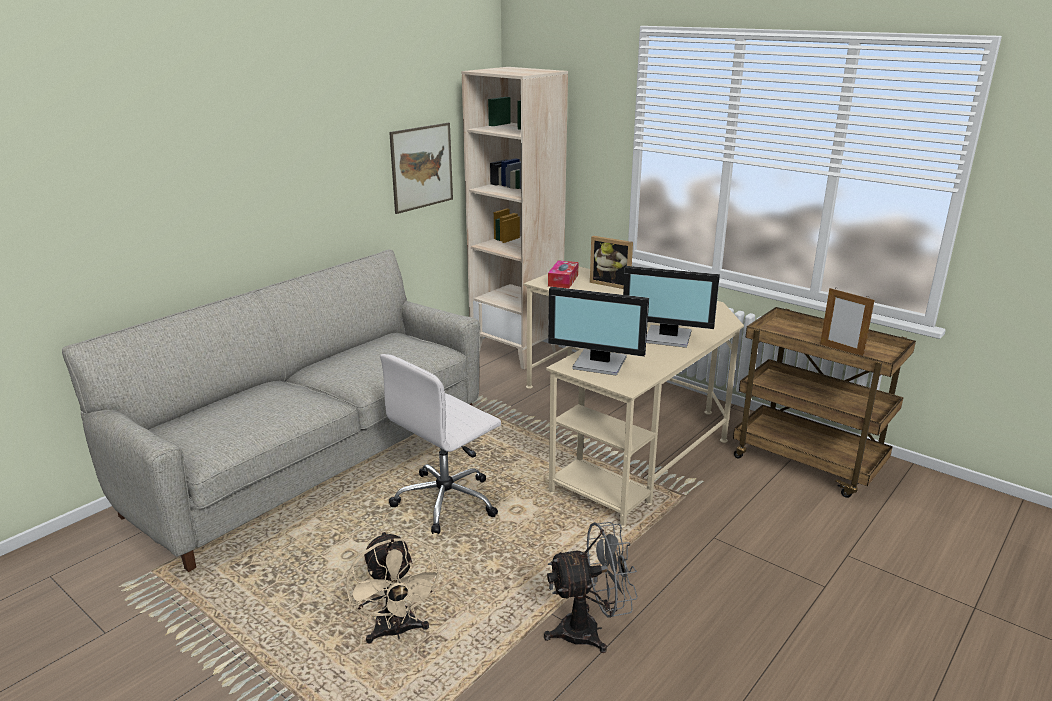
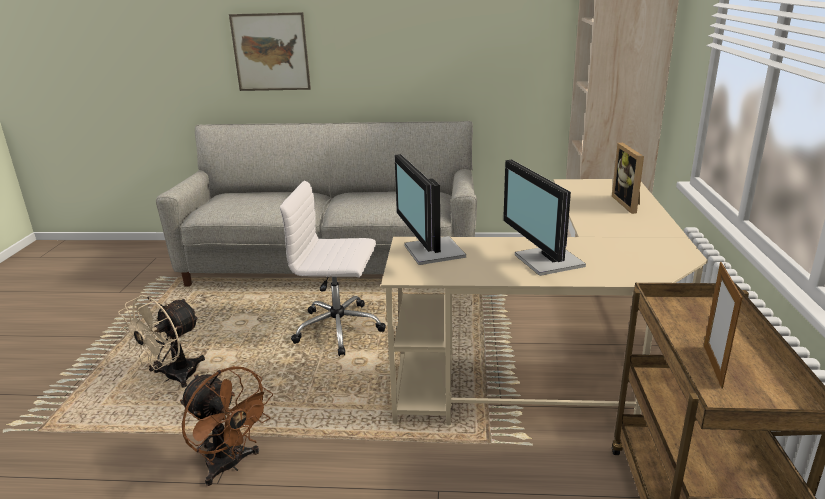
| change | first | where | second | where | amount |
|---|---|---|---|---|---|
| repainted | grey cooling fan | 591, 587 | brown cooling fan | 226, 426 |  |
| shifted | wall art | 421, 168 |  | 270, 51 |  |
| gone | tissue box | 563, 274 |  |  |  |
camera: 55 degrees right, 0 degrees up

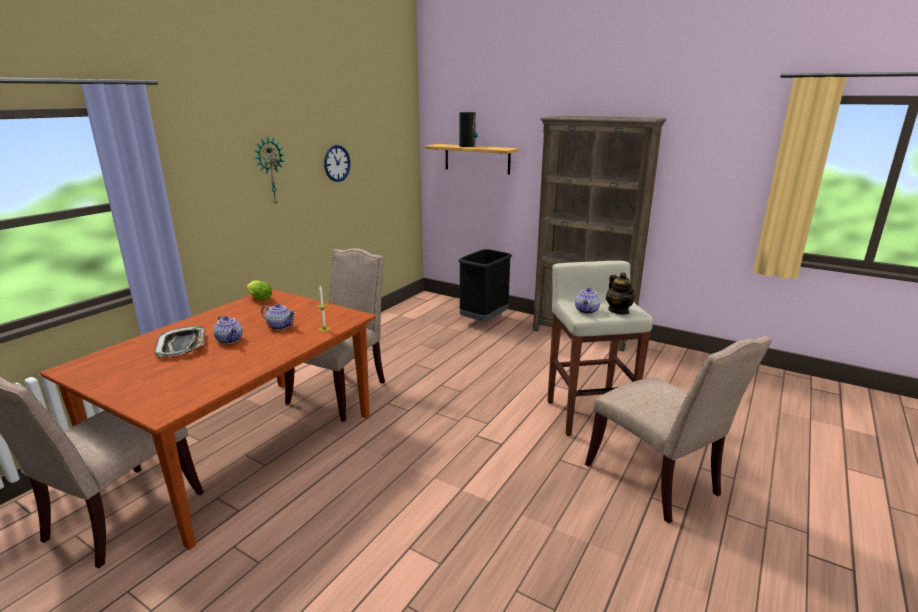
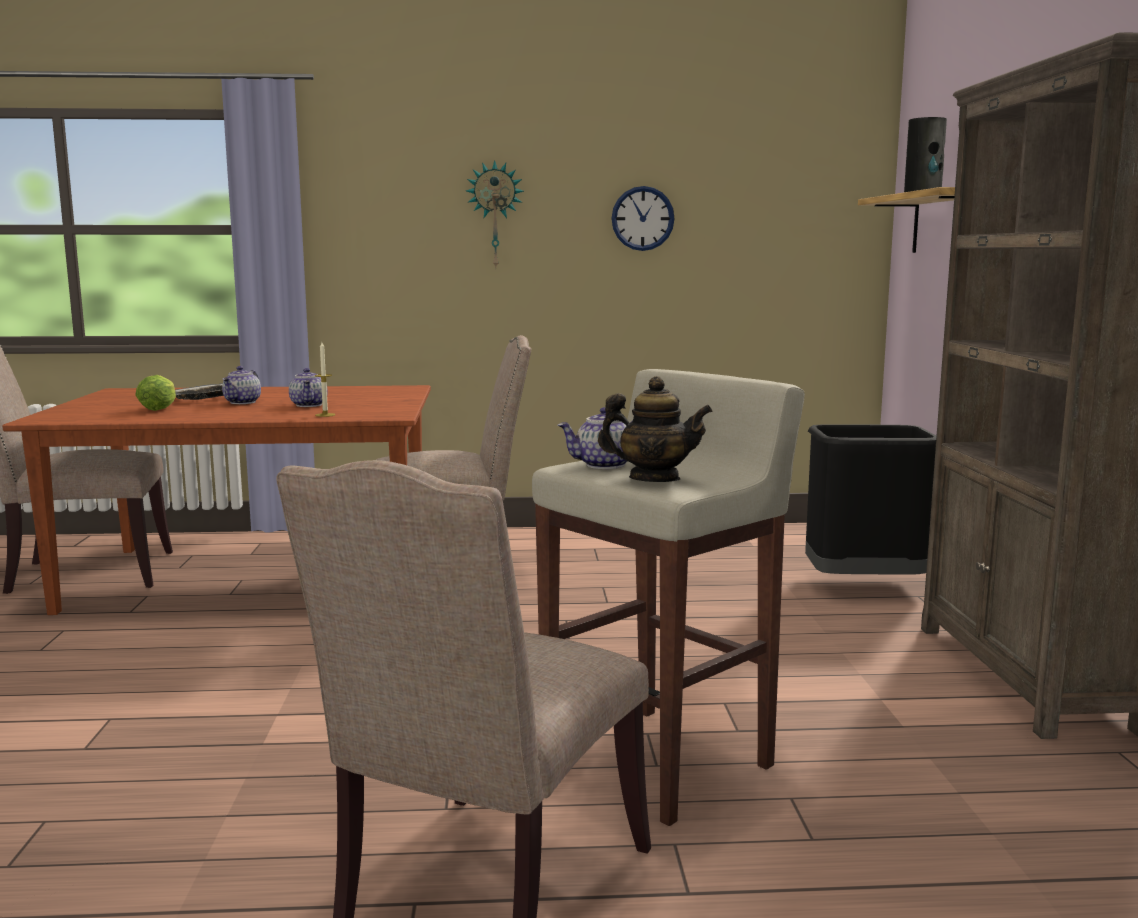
| change | first | where | second | where | amount |
|---|---|---|---|---|---|
| shifted | lettuce head | 259, 290 |  | 155, 393 |  |
| rotated | pot for tea | 620, 293 |  | 655, 429 | 120 degrees counterclockwise |
camera: 55 degrees right, 10 degrees down

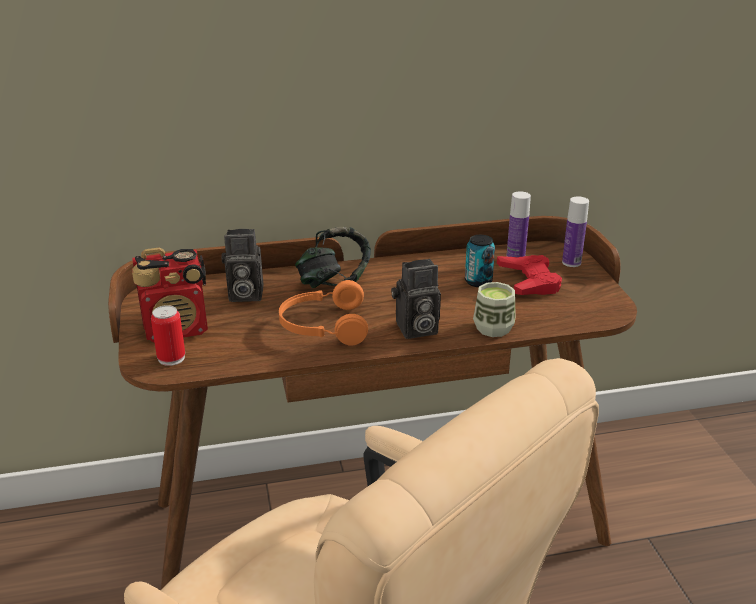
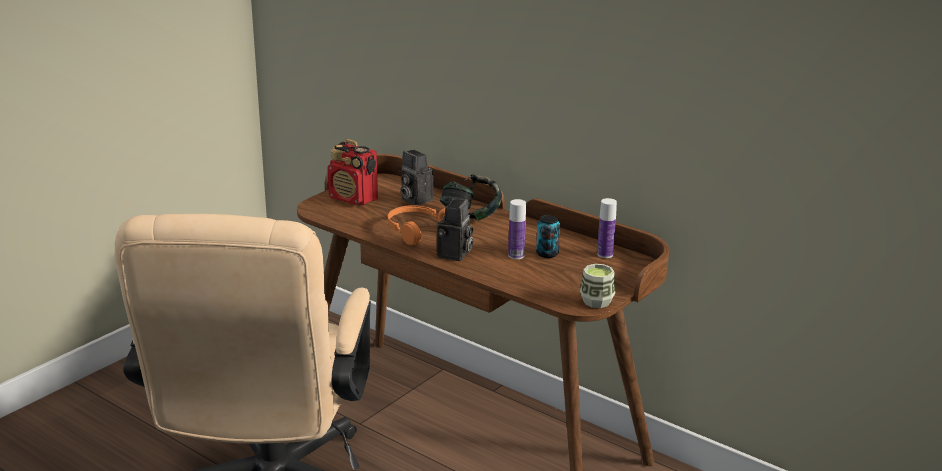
| change | first | where | second | where | amount |
|---|---|---|---|---|---|
| rotated | photo camera | 416, 299 |  | 455, 230 | 105 degrees counterclockwise |
| shifted | drink bottle | 575, 231 |  | 517, 229 |  |
| shifted | cup | 494, 309 |  | 597, 286 |  |
| gone | sealed can | 168, 335 |  |  |  |
| gone | red gamepad | 529, 275 |  |  |  |
camera: 50 degrees right, 5 degrees down

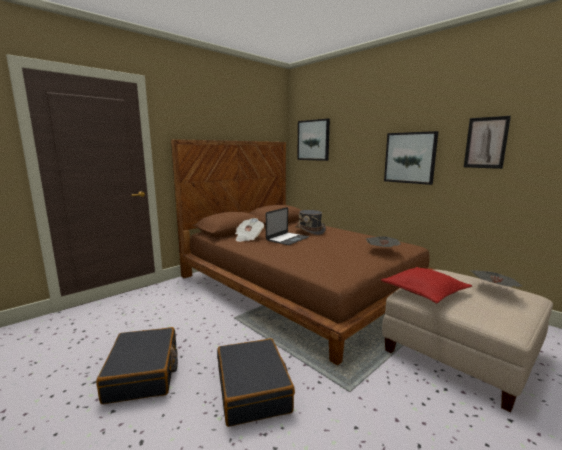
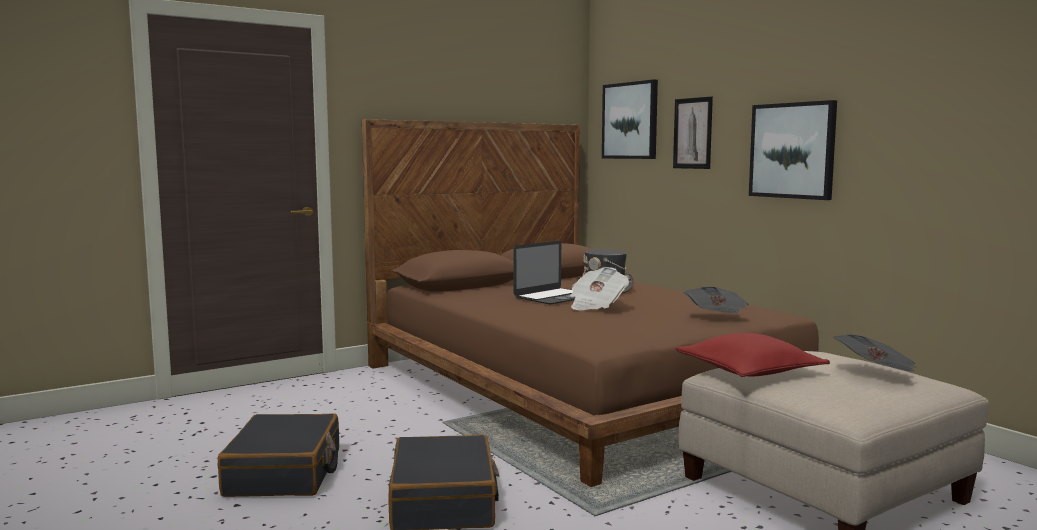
| change | first | where | second | where | amount |
|---|---|---|---|---|---|
| shifted | printed paper | 249, 230 |  | 599, 288 |  |
| shifted | wall art | 487, 142 |  | 693, 132 |  |
camera: 10 degrees right, 5 degrees down

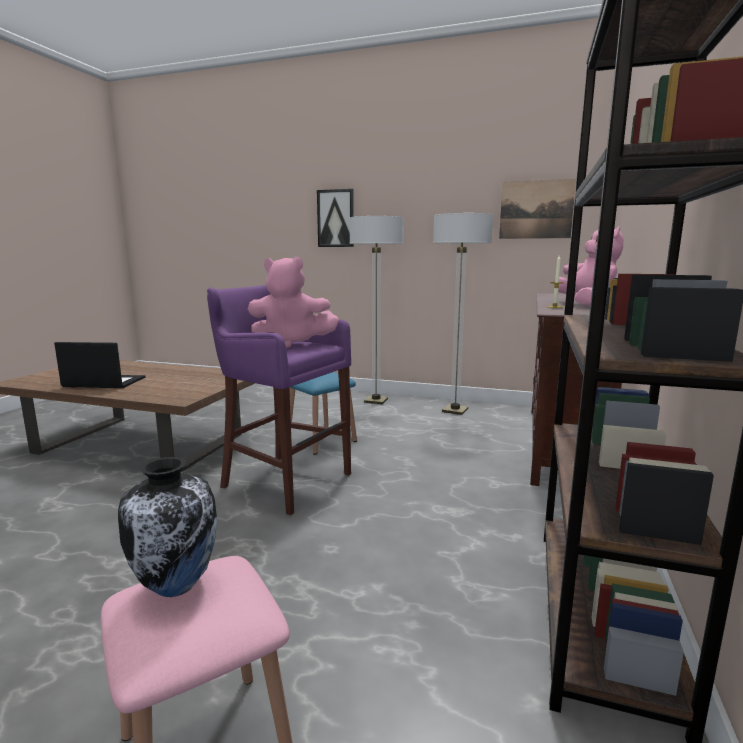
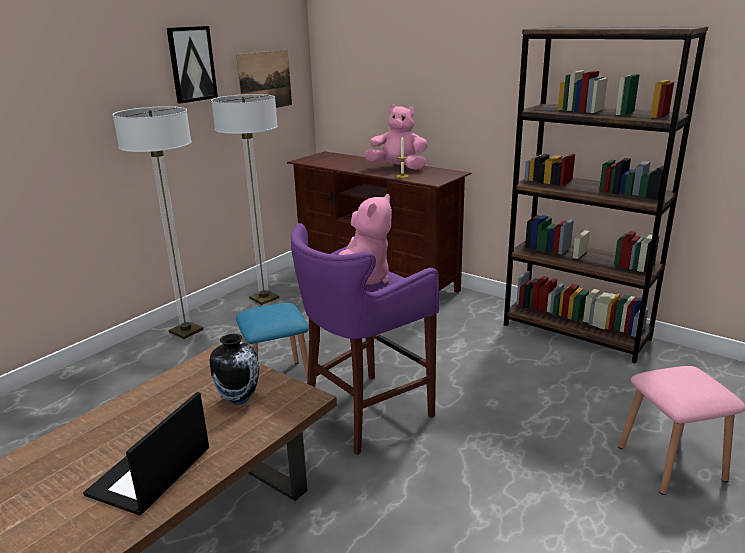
| change | first | where | second | where | amount |
|---|---|---|---|---|---|
| shifted | wall art | 335, 218 |  | 192, 65 |  |
| shifted | vase | 167, 527 |  | 234, 369 |  |
camera: 70 degrees left, 10 degrees up

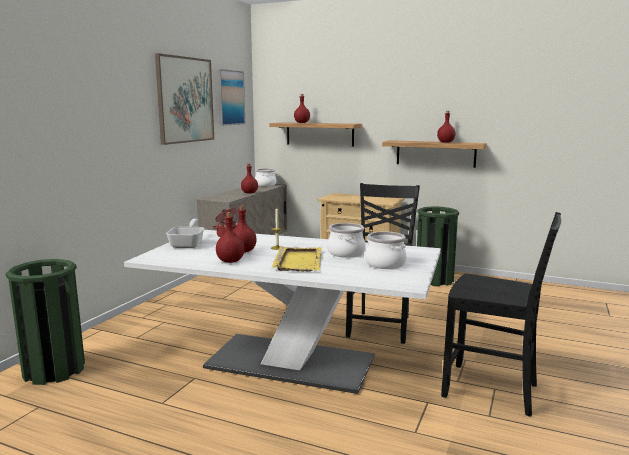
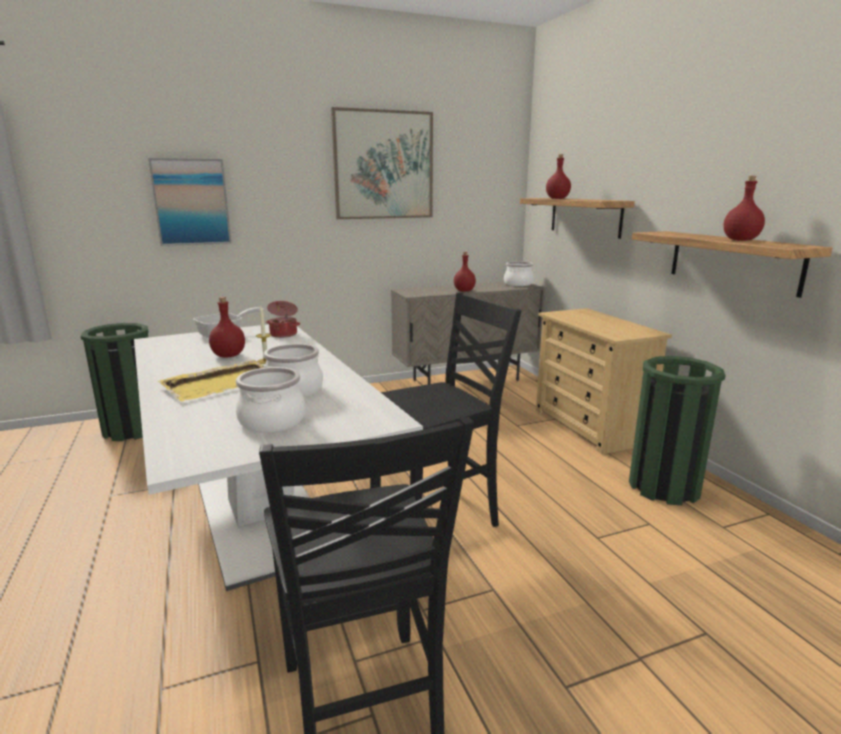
| change | first | where | second | where | amount |
|---|---|---|---|---|---|
| shifted | wall art | 231, 97 |  | 189, 202 |  |
| gone | red drink bottle | 230, 237 |  |  |  |
camera: 45 degrees right, 5 degrees up

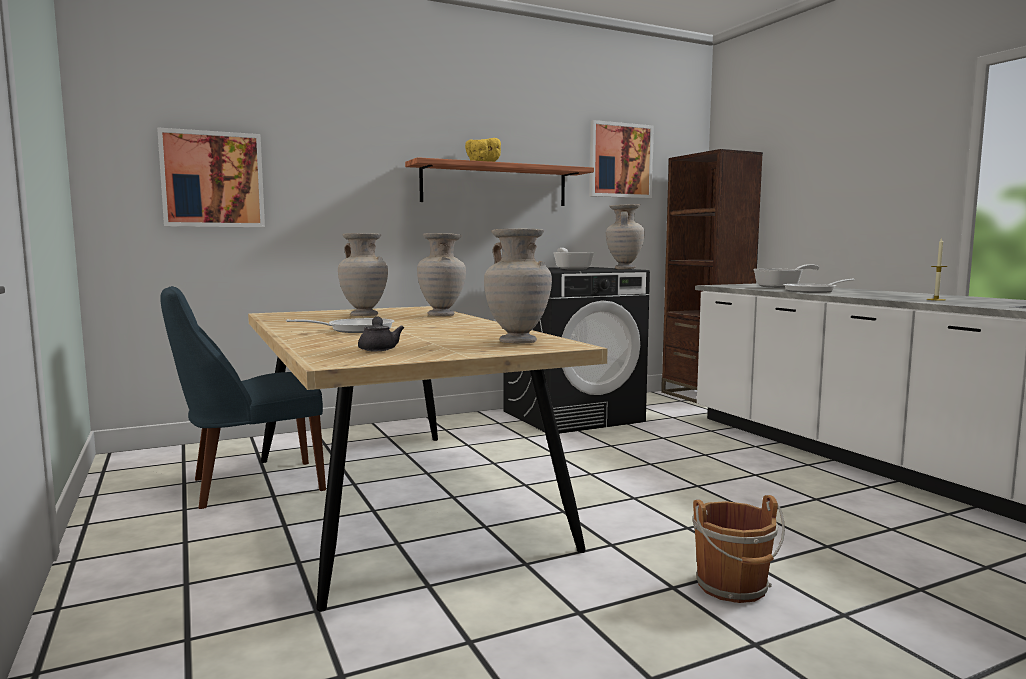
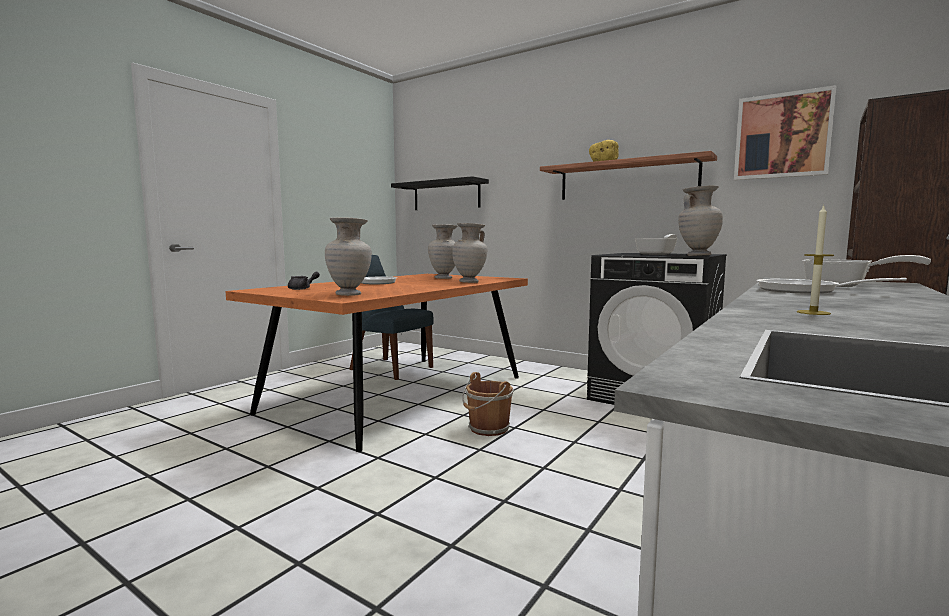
| change | first | where | second | where | amount |
|---|---|---|---|---|---|
| repainted | beige kitchen table | 427, 459 | orange kitchen table | 376, 363 |  |
| swapped | wall art | 211, 177 | black wall shelf | 440, 193 |  |
| shifted | brown bucket | 739, 549 |  | 488, 404 |  |
camera: 60 degrees right, 0 degrees up

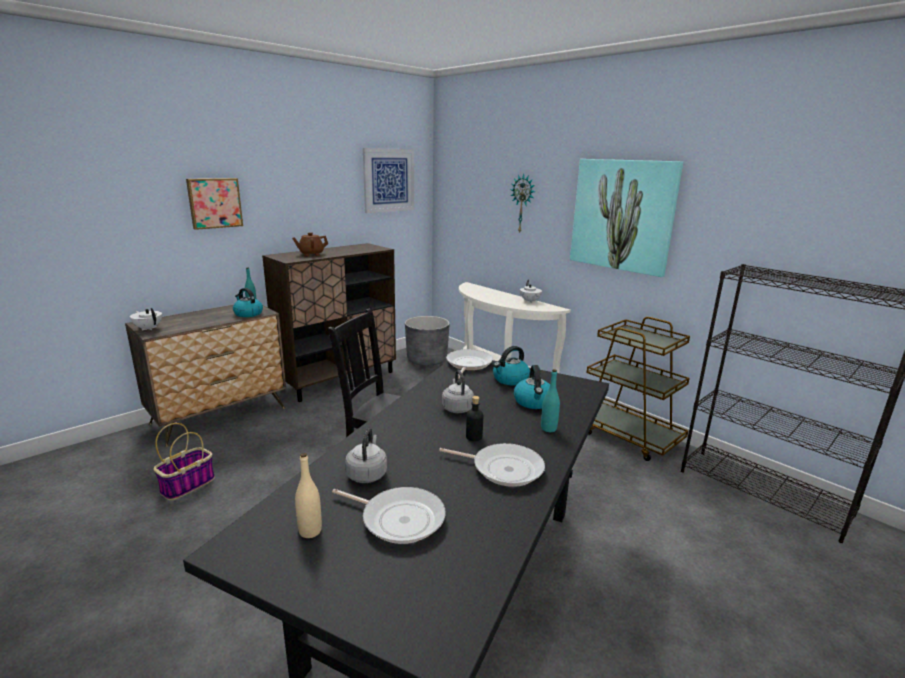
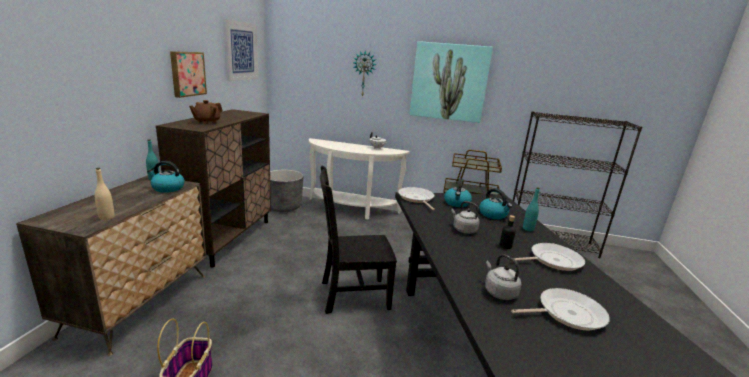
| change | first | where | second | where | amount |
|---|---|---|---|---|---|
| shifted | beige drink bottle | 308, 495 |  | 105, 194 |  |
| shifted | wall art | 214, 204 |  | 188, 74 |  |
| gone | white-coloured pot for tea | 146, 319 |  |  |  |
camera: 35 degrees left, 0 degrees up

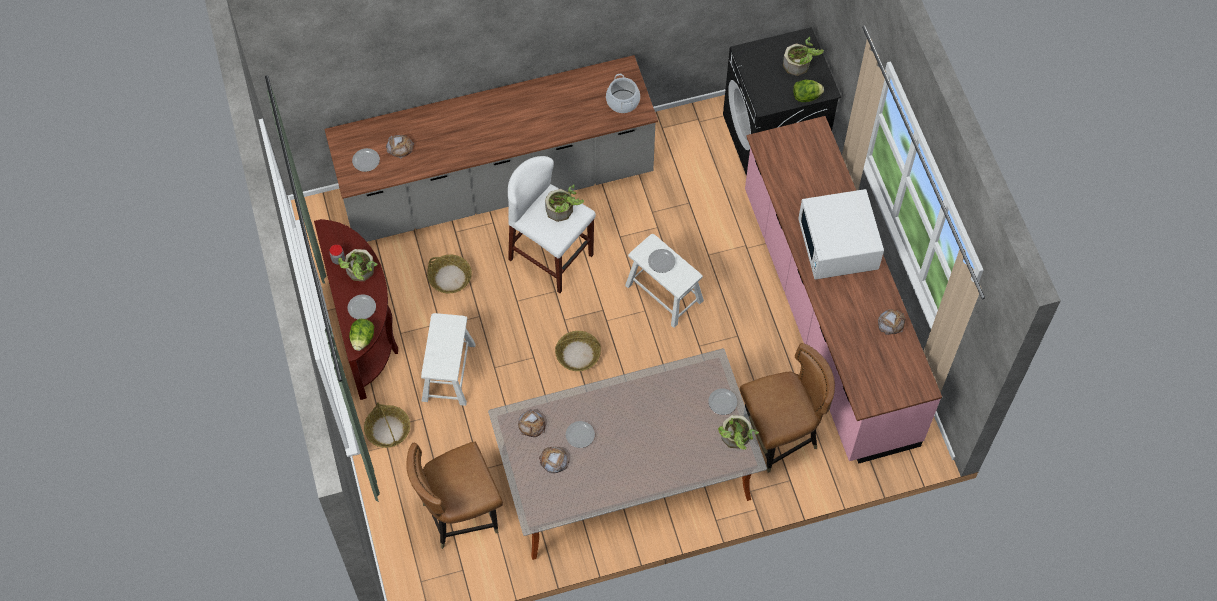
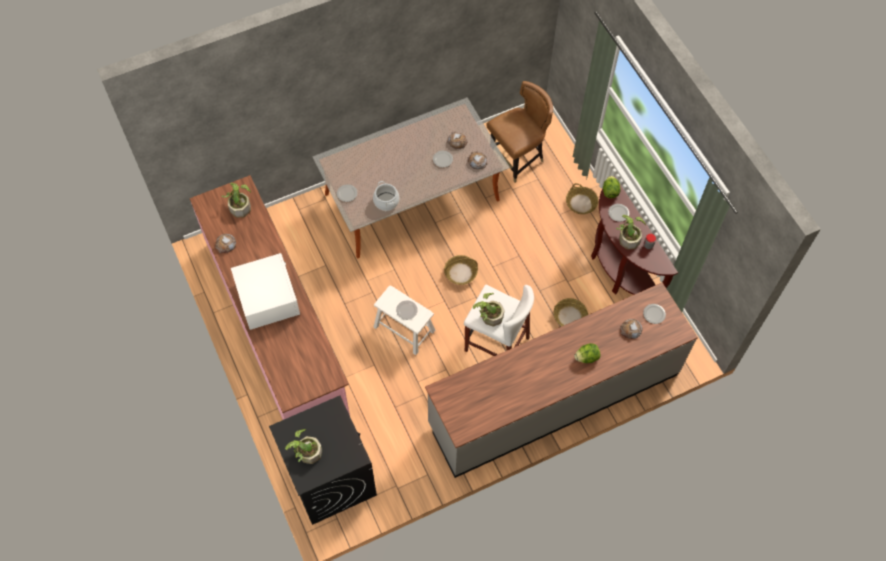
| change | first | where | second | where | amount |
|---|---|---|---|---|---|
| shifted | plant in a pot | 738, 432 |  | 236, 200 |  |
| shifted | saucepot | 623, 93 |  | 386, 196 |  |
| shifted | lettuce head | 808, 91 |  | 587, 353 |  |
| gone | white-coloured stool | 448, 359 |  |  |  |
| gone | brown upright chair | 787, 408 |  |  |  |
camera: 170 degrees right, 0 degrees up

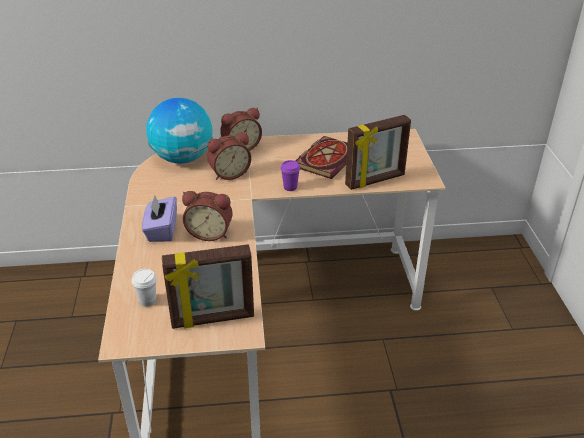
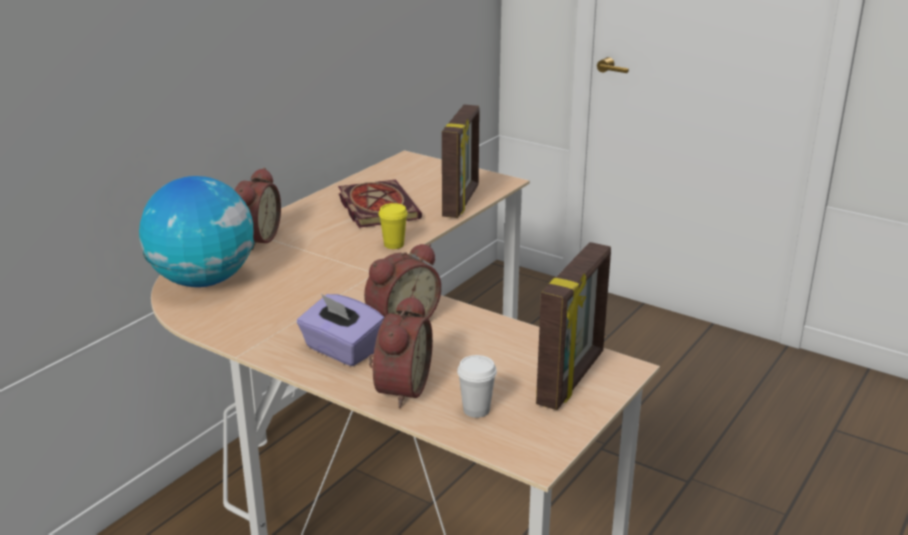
| change | first | where | second | where | amount |
|---|---|---|---|---|---|
| shifted | alarm clock | 229, 156 |  | 400, 351 |  |
| repainted | purplish cup | 290, 175 | yellow-coloured cup | 393, 226 |  |
camera: 50 degrees left, 10 degrees down

